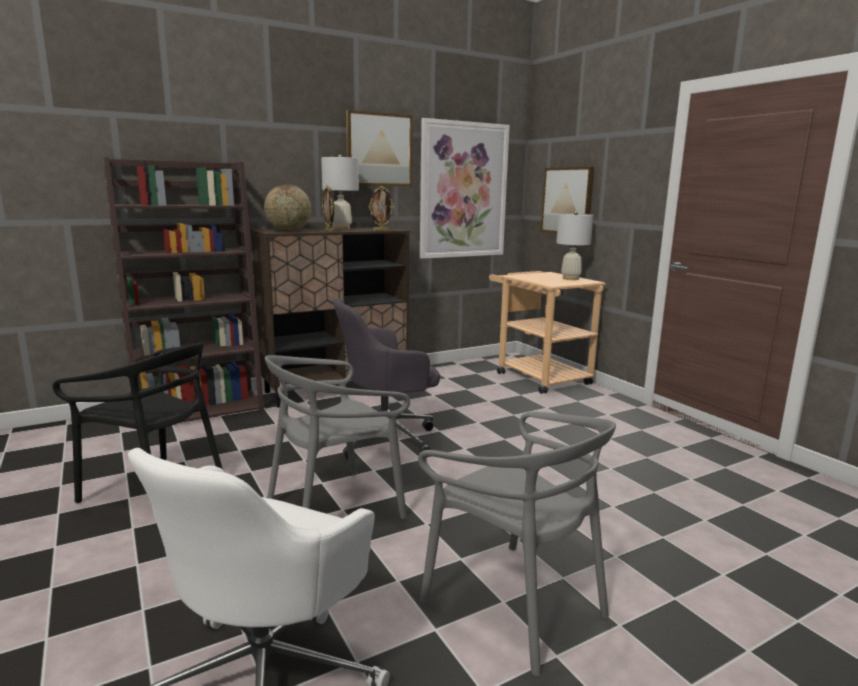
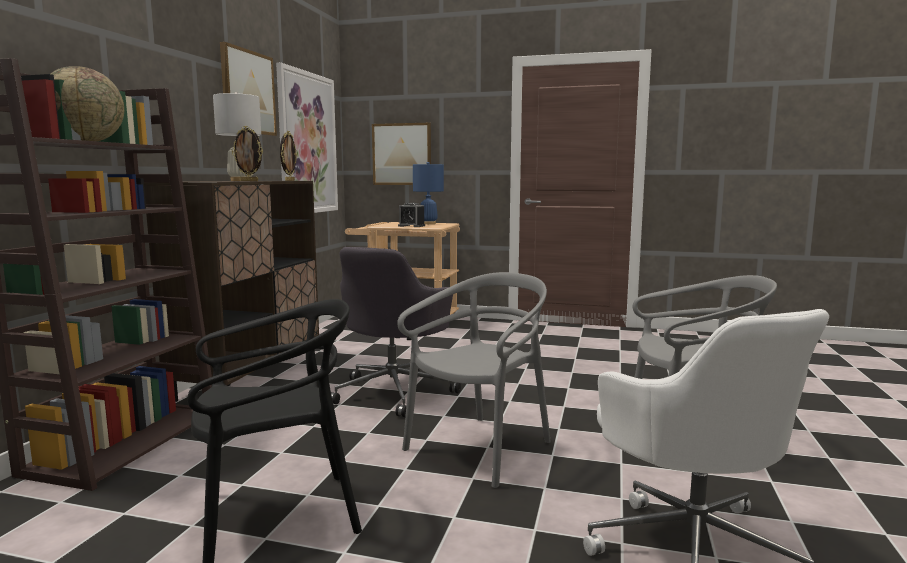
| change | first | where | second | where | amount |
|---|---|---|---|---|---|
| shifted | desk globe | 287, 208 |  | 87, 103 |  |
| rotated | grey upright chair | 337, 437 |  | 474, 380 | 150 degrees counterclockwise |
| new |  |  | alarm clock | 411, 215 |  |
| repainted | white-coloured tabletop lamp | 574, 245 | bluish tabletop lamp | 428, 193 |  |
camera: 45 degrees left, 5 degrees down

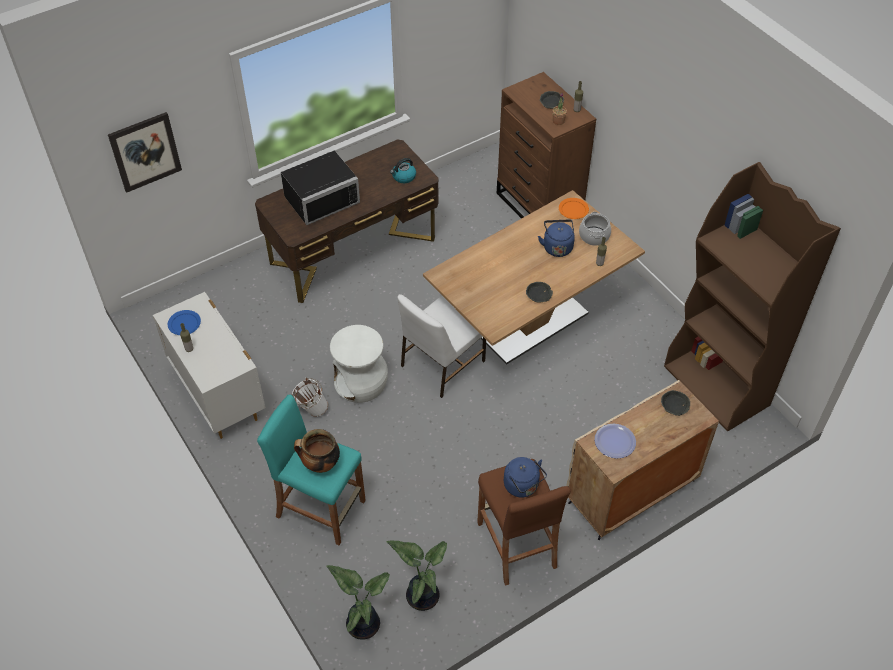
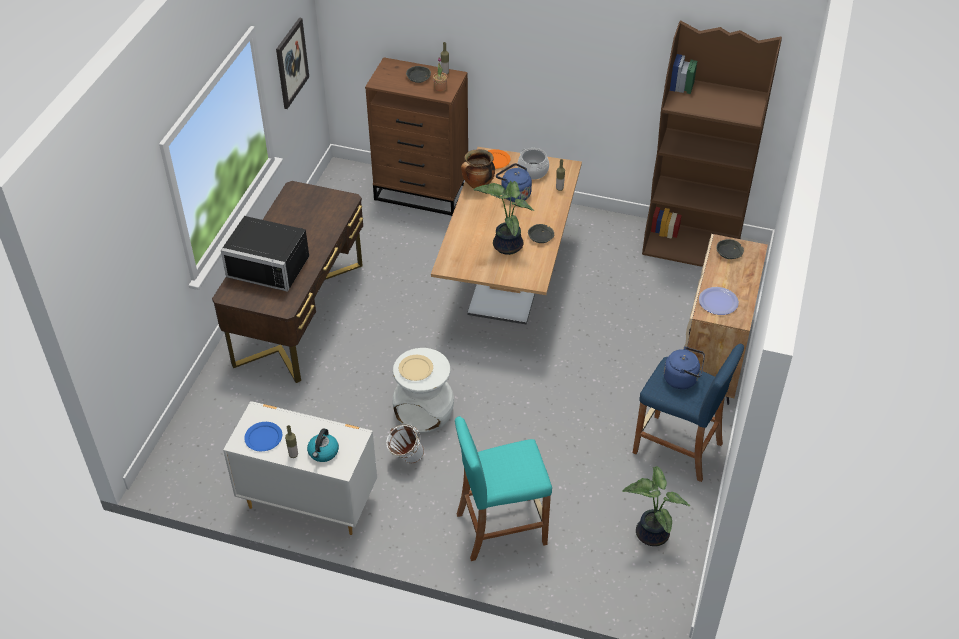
| change | first | where | second | where | amount |
|---|---|---|---|---|---|
| rotated | black microwave | 320, 187 |  | 265, 254 | 90 degrees clockwise |
| shifted | wall art | 145, 152 |  | 292, 63 |  |
| shifted | water kettle | 403, 170 |  | 323, 445 |  |
| new |  |  | beige plate | 416, 368 |  |
| shifted | saucepot | 317, 451 |  | 478, 169 |  |
| shifted | plant in a pot | 358, 602 |  | 503, 218 |  |
| repainted | brown stool | 524, 522 | bluish stool | 688, 413 |  |
| gone | white-coloured upright chair | 441, 346 |  |  |  |
camera: 40 degrees left, 5 degrees down

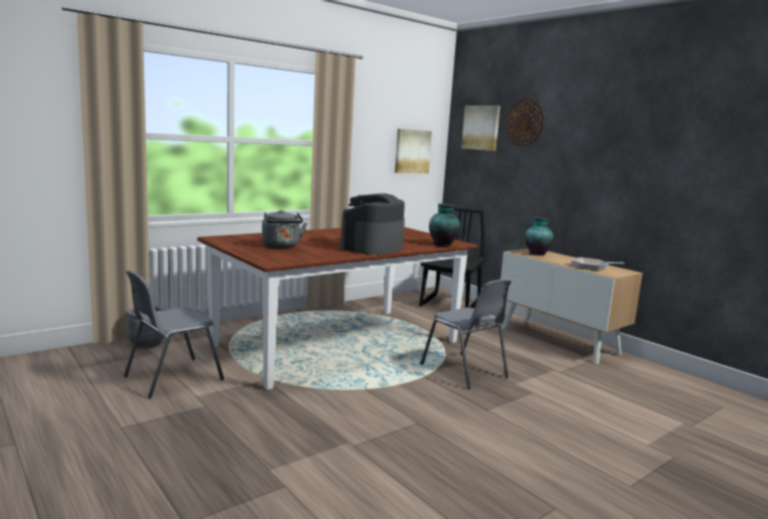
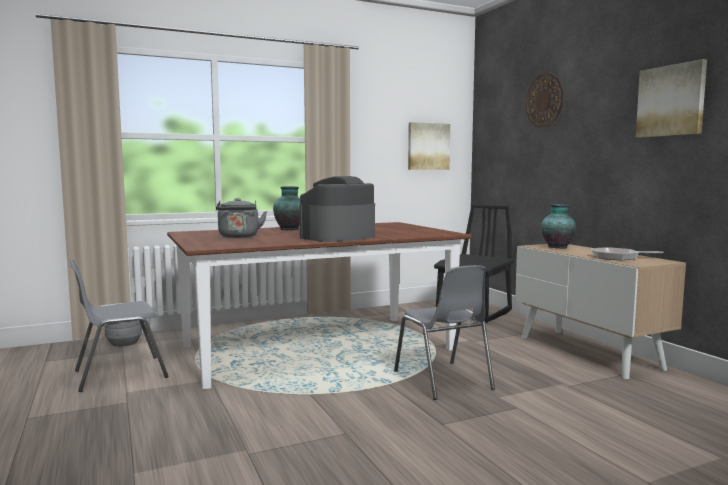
| change | first | where | second | where | amount |
|---|---|---|---|---|---|
| shifted | vase | 444, 224 |  | 286, 208 |  |
| shifted | wall art | 480, 128 |  | 671, 98 |  |
camera: 15 degrees right, 5 degrees down

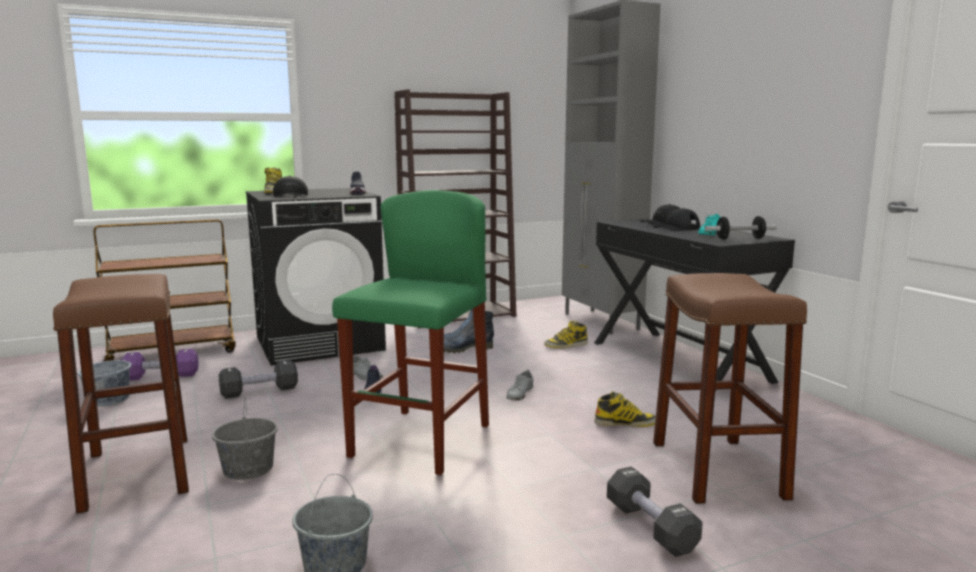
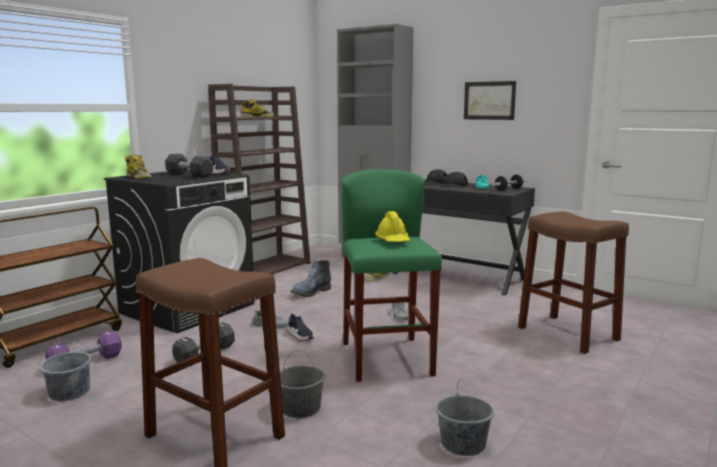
| change | first | where | second | where | amount |
|---|---|---|---|---|---|
| shifted | black dumbbell | 655, 512 |  | 189, 166 |  |
| shifted | boot | 625, 409 |  | 257, 108 |  |
| new |  |  | yellow-coloured work helmet | 392, 226 |  |
| new |  |  | wall art | 490, 100 |  |
| gone | black baseball cap | 290, 187 |  |  |  |
camera: 30 degrees left, 0 degrees up

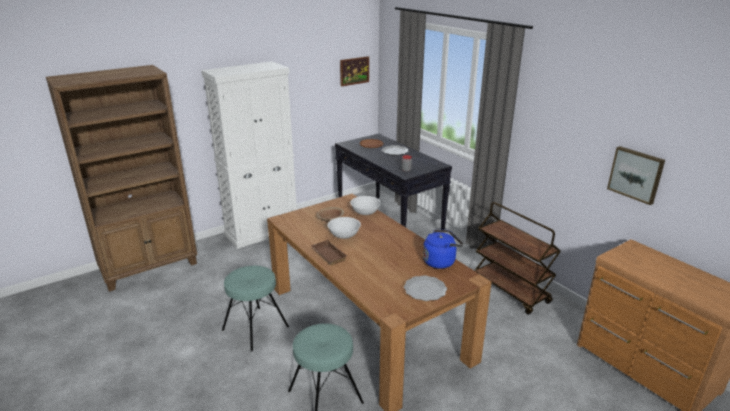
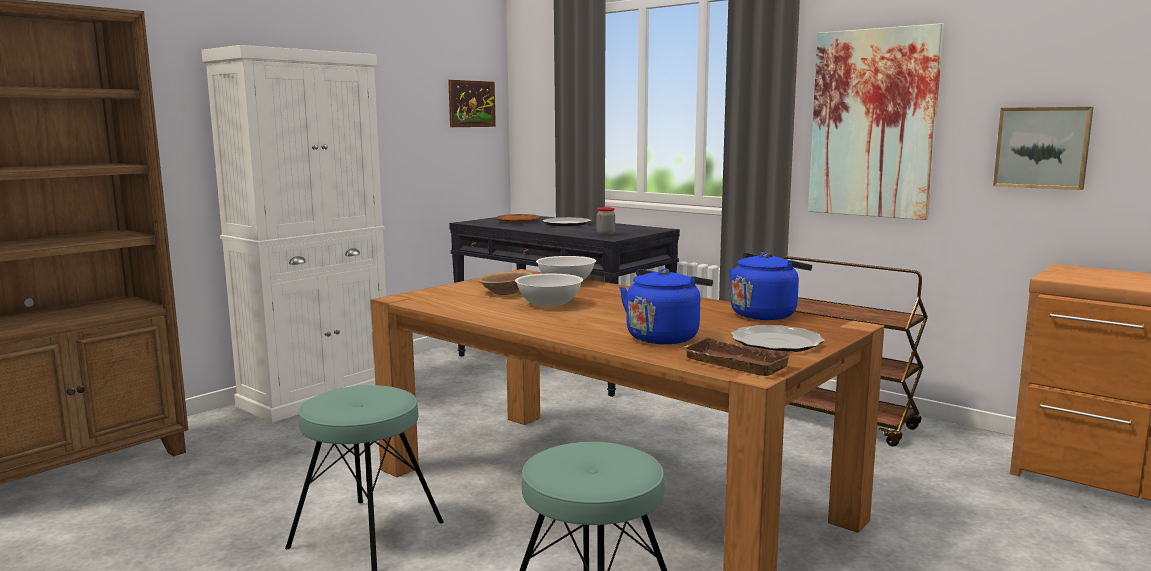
| change | first | where | second | where | amount |
|---|---|---|---|---|---|
| new |  |  | bluish water kettle | 666, 306 |  |
| shifted | brown serving tray | 329, 252 |  | 736, 356 |  |
| new |  |  | wall art | 876, 121 |  |
camera: 15 degrees left, 15 degrees down

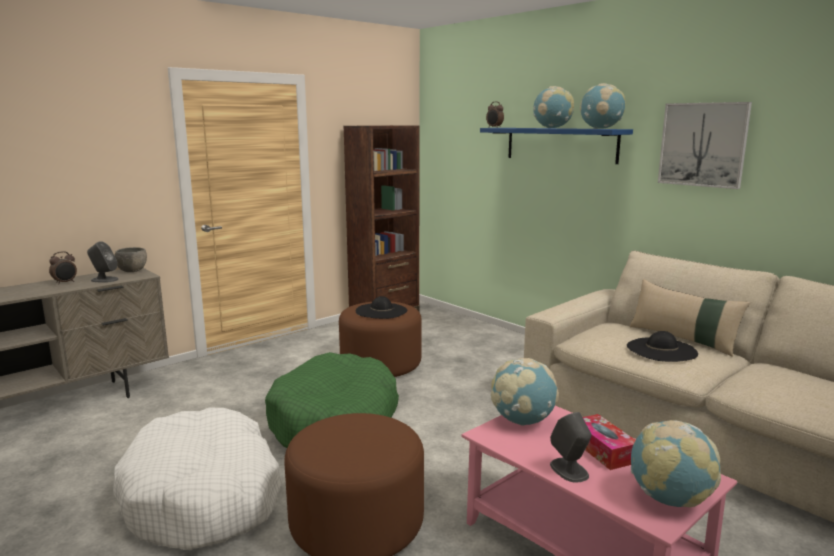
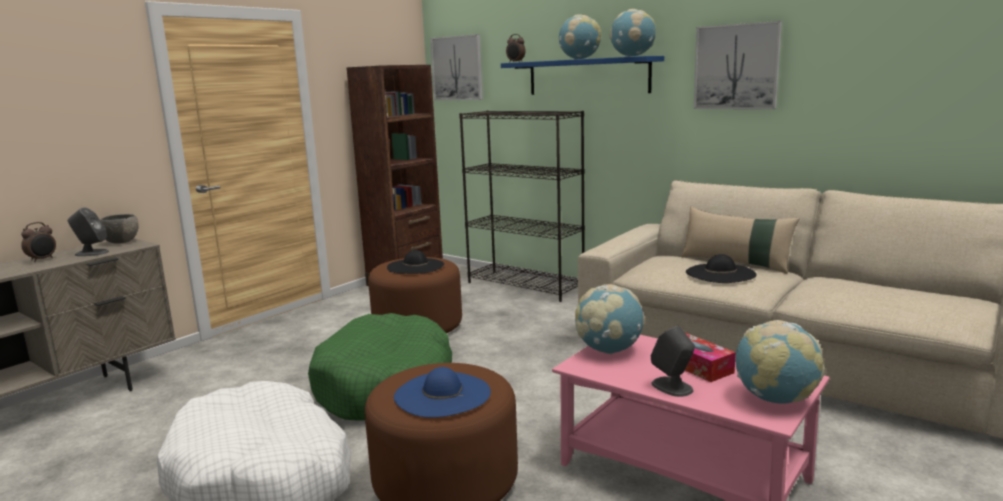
| change | first | where | second | where | amount |
|---|---|---|---|---|---|
| new |  |  | bluish wearable hat | 442, 392 |  |
| new |  |  | wall art | 456, 67 |  |
| new |  |  | black bookcase | 522, 206 |  |
camera: 10 degrees left, 0 degrees up

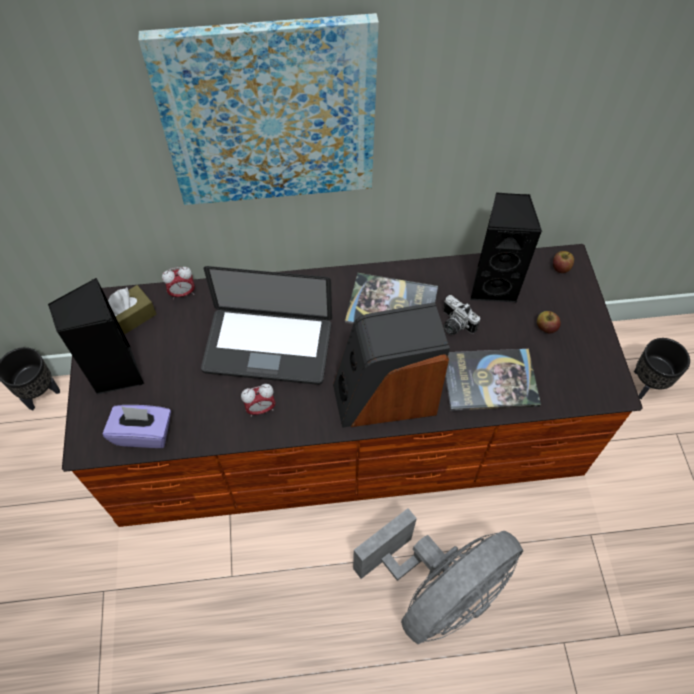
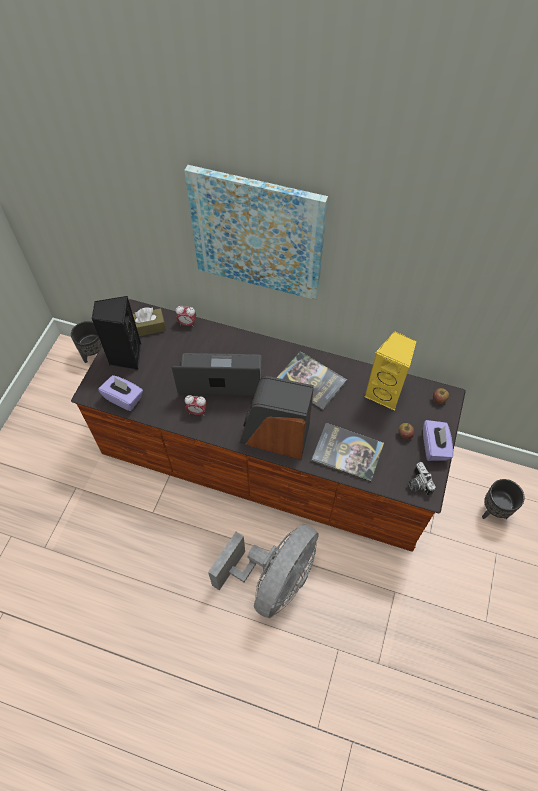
| change | first | where | second | where | amount |
|---|---|---|---|---|---|
| rotated | notebook computer | 266, 325 |  | 217, 375 | 150 degrees clockwise |
| rotated | grey cooling fan | 438, 576 |  | 263, 571 | 45 degrees counterclockwise |
| repainted | black loudspeaker | 506, 247 | yellow-coloured loudspeaker | 390, 371 |  |
| shifted | photo camera | 461, 315 |  | 421, 479 |  |
| new |  |  | purplish tissue box | 438, 440 |  |
camera: 25 degrees right, 0 degrees up

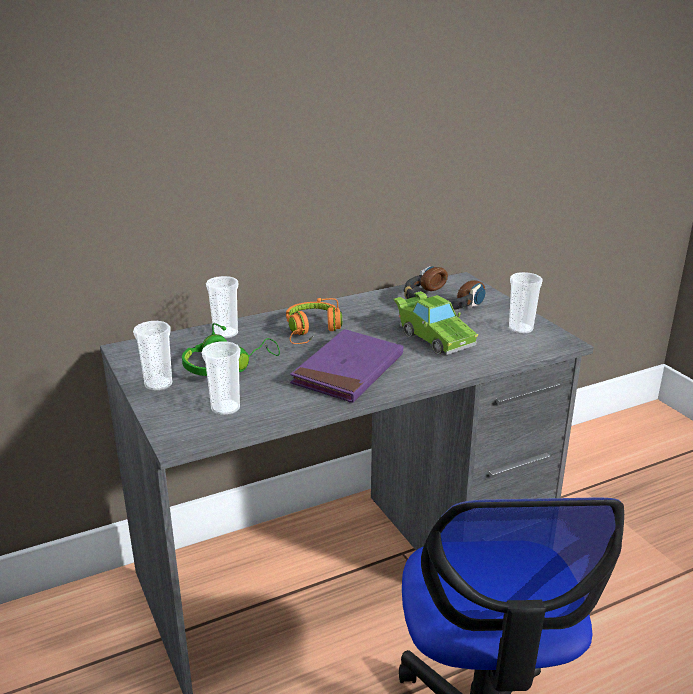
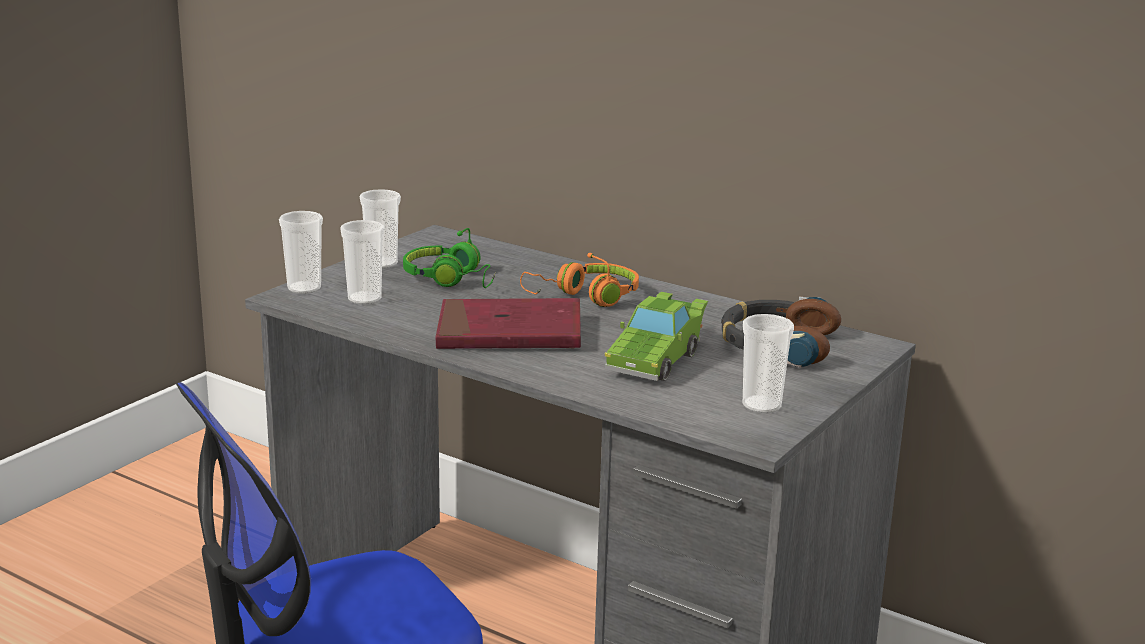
| change | first | where | second | where | amount |
|---|---|---|---|---|---|
| shifted | cup | 222, 307 |  | 301, 252 |  |
| repainted | purplish bound book | 346, 366 | red bound book | 508, 323 |  |
camera: 60 degrees right, 5 degrees down

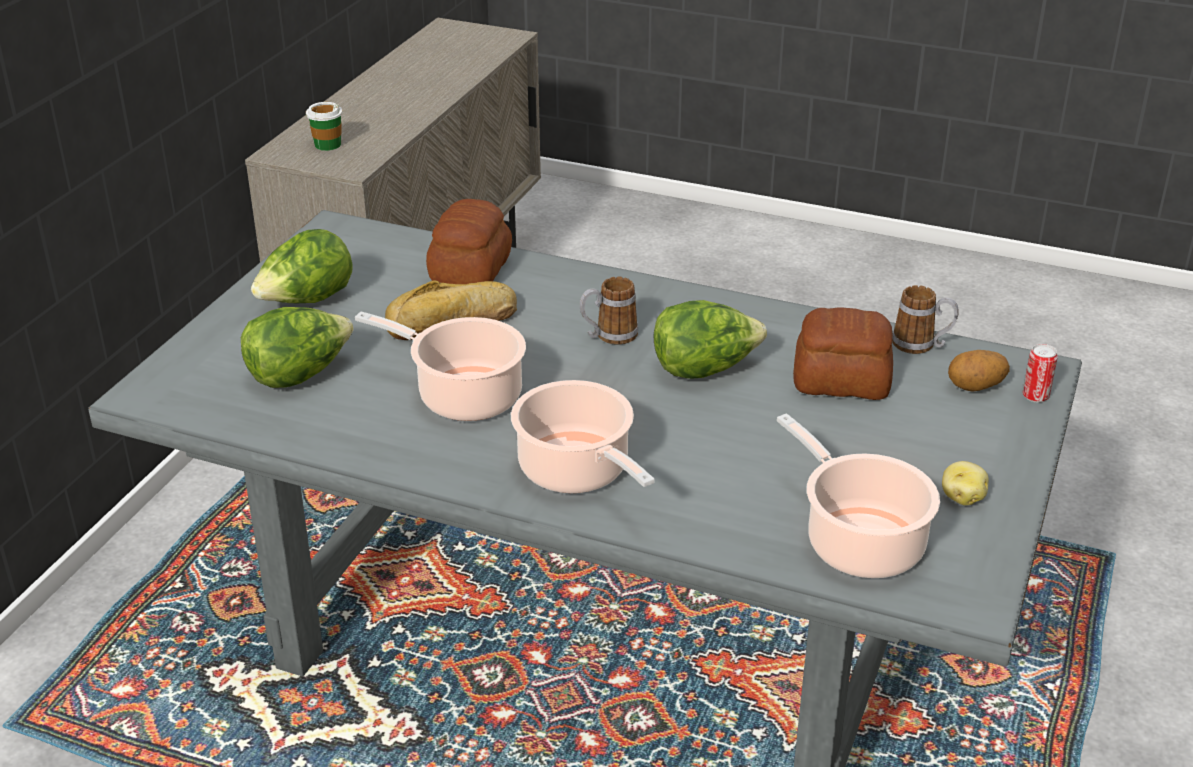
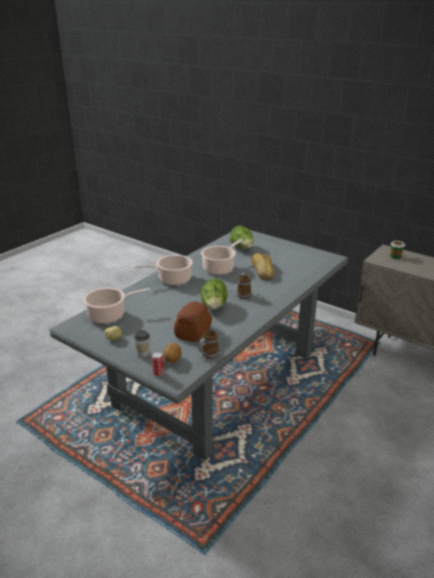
| change | first | where | second | where | amount |
|---|---|---|---|---|---|
| new |  |  | cup | 142, 344 |  |
| gone | lettuce head | 301, 266 |  |  |  |
| gone | baked bread | 469, 241 |  |  |  |
camera: 105 degrees right, 5 degrees down

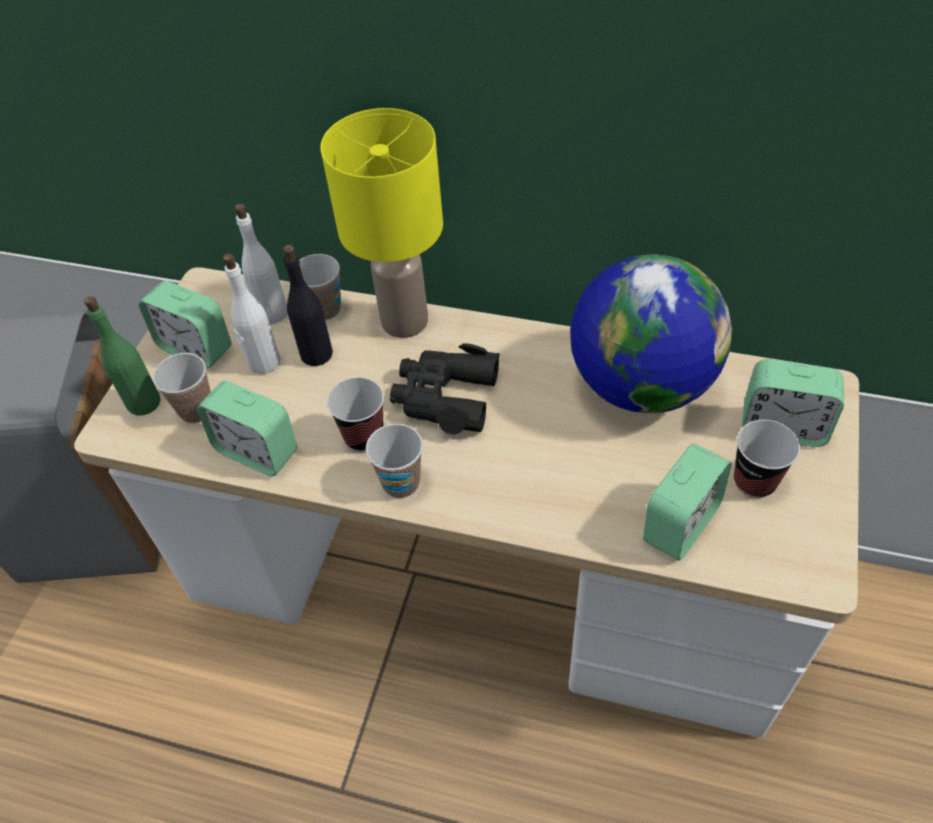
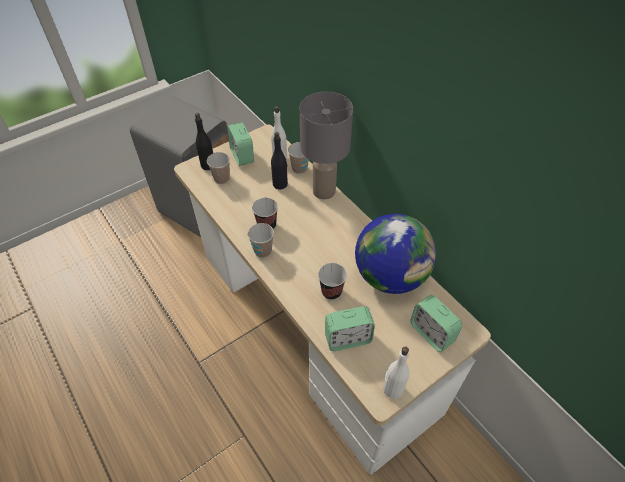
| change | first | where | second | where | amount |
|---|---|---|---|---|---|
| repainted | green-coloured drink bottle | 122, 356 | black drink bottle | 204, 141 |  |
| repainted | yellow-coloured tabletop lamp | 381, 223 | grey tabletop lamp | 326, 146 |  |
| shifted | cup | 767, 459 |  | 332, 281 |  |
| shifted | white-coloured drink bottle | 251, 313 |  | 396, 373 |  |
| gone | alarm clock | 247, 428 |  |  |  |
| gone | black pair of binoculars | 445, 389 |  |  |  |
camera: 35 degrees right, 0 degrees up

